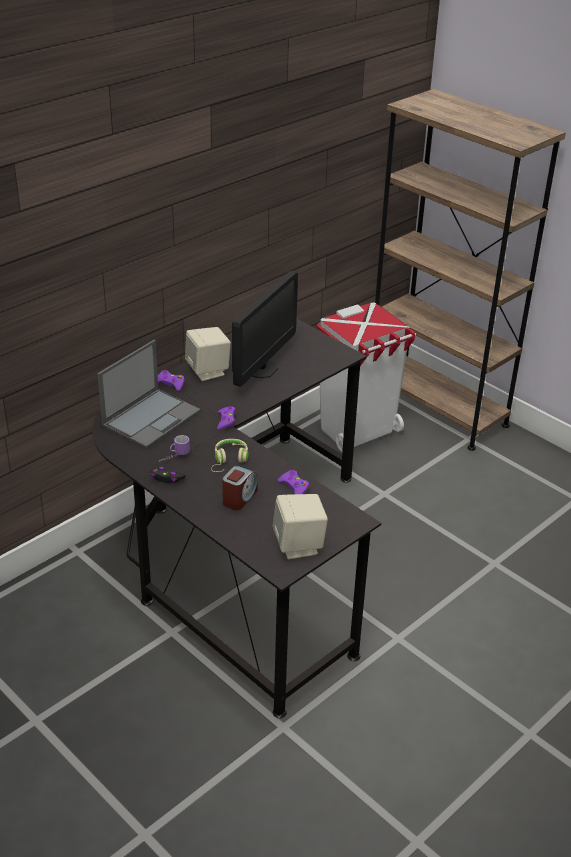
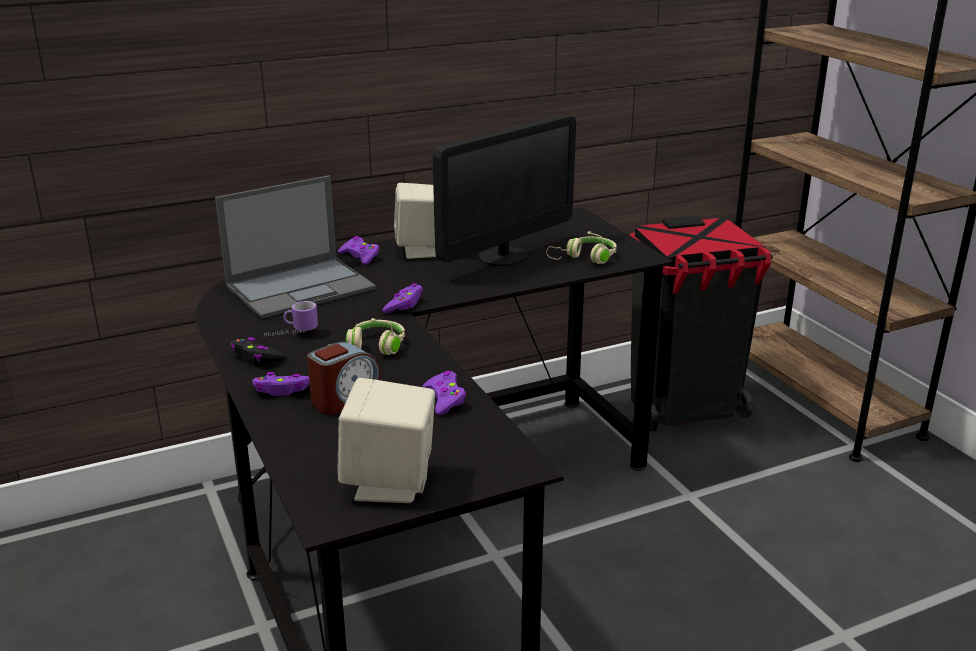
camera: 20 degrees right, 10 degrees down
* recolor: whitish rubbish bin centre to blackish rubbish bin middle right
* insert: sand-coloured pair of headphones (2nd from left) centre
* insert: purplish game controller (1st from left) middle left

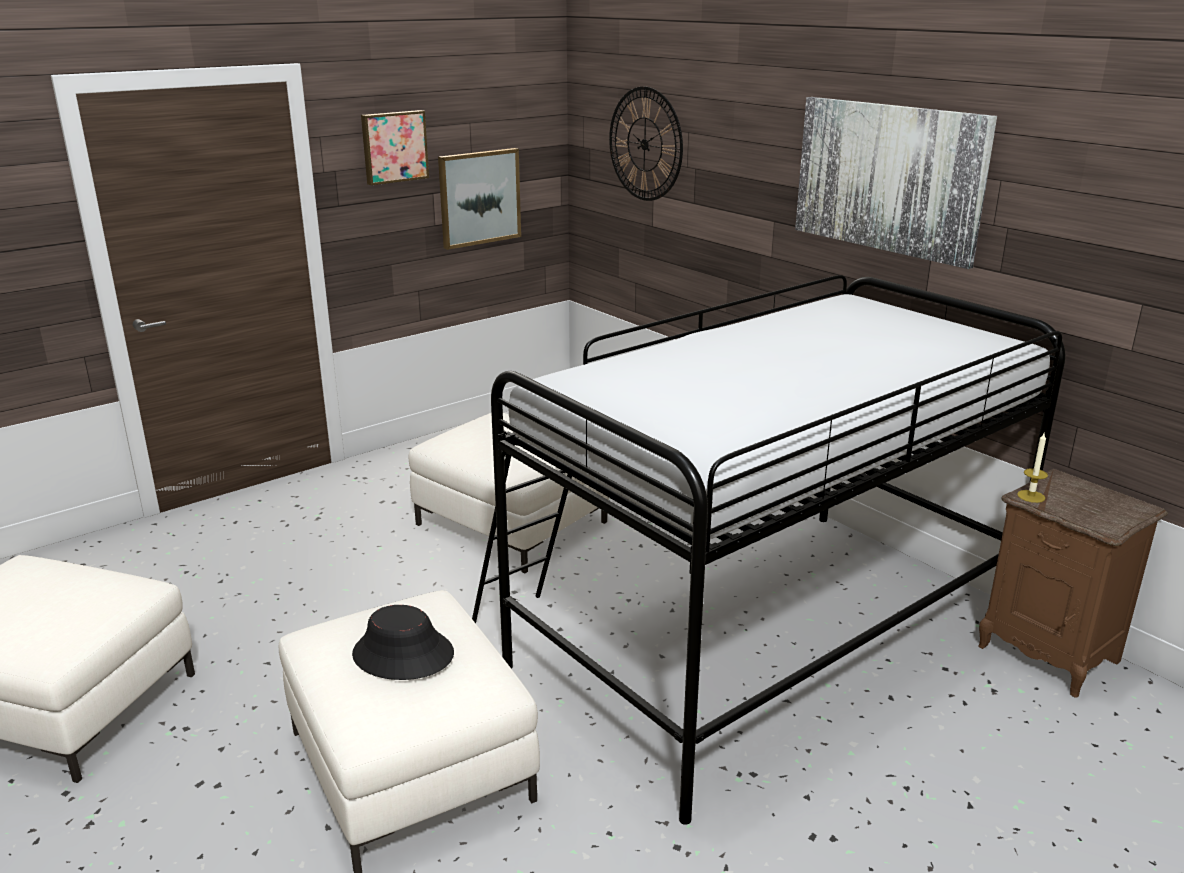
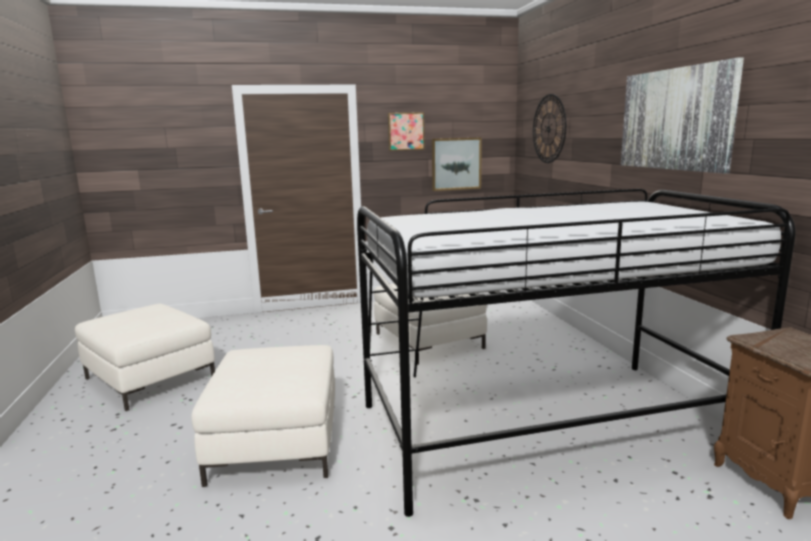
camera: 25 degrees right, 10 degrees down
* delete: candle middle right
* delete: blackish hat bottom centre

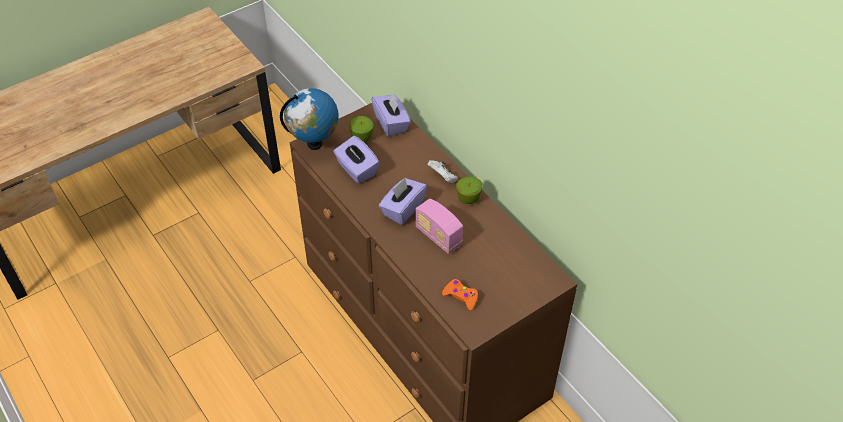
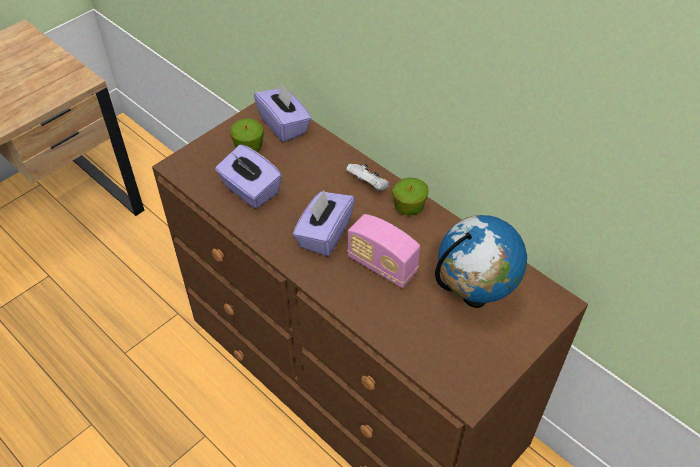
camera: 10 degrees left, 0 degrees up
* move: world globe top centre to middle right
* delete: orange-coloured game controller bottom centre

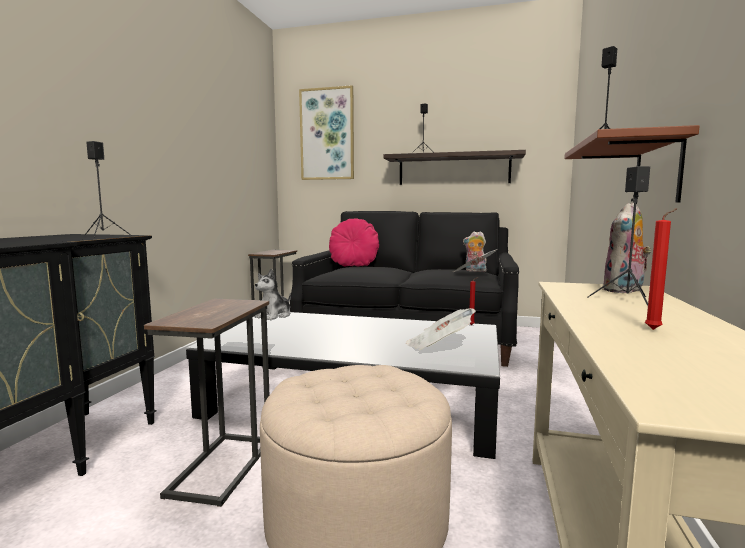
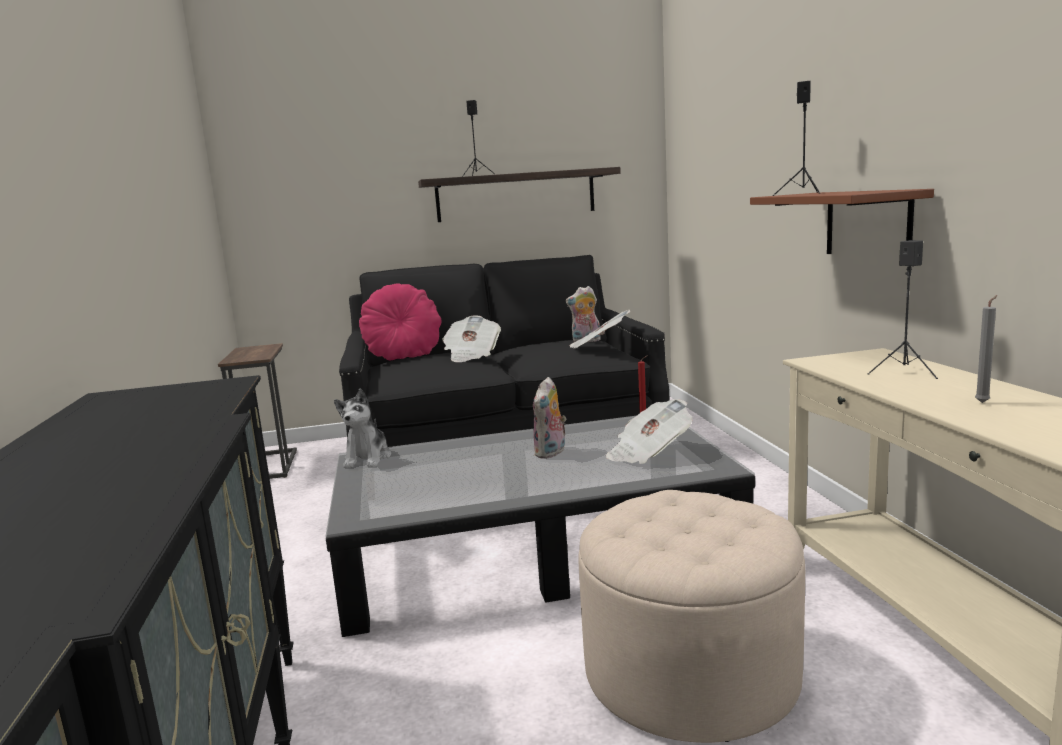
camera: 25 degrees left, 5 degrees up
* delete: wall picture top centre
* delete: blackish loudspeaker (1st from left) middle left
* move: cuddly toy (3rd from left in the first image) middle right to cuddly toy (2nd from left) centre
* recolor: red-coloured candle (2nd from left) middle right to grey candle middle right
* delete: brownish accent table (1st from left) bottom left
* insert: newspaper (1st from left) centre

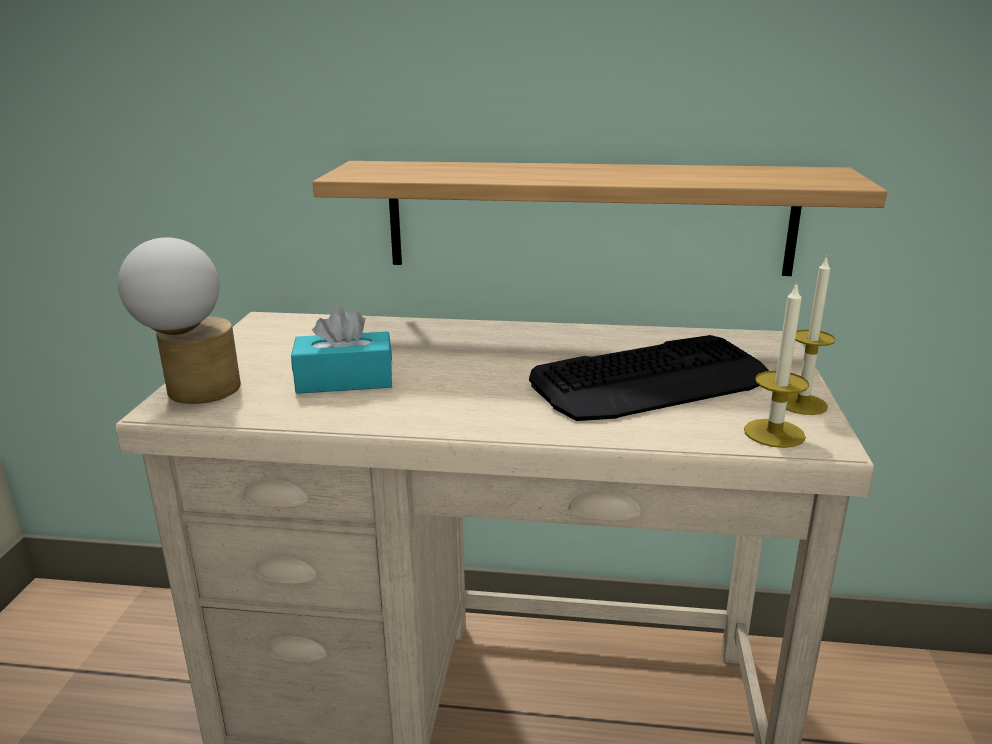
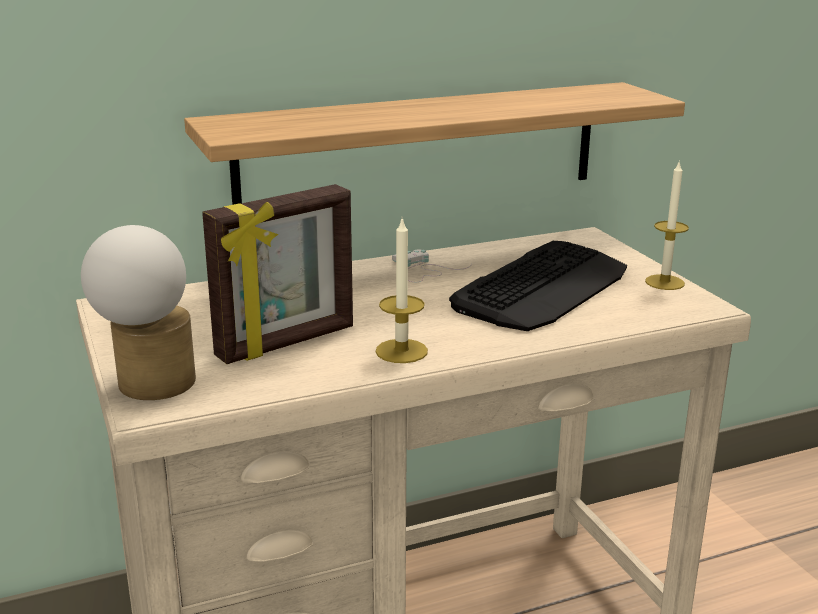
camera: 30 degrees left, 0 degrees up
* move: candle (1st from left) middle right to centre
* replace: turquoise tissue box centre to photo frame centre
* insert: whitish game controller centre

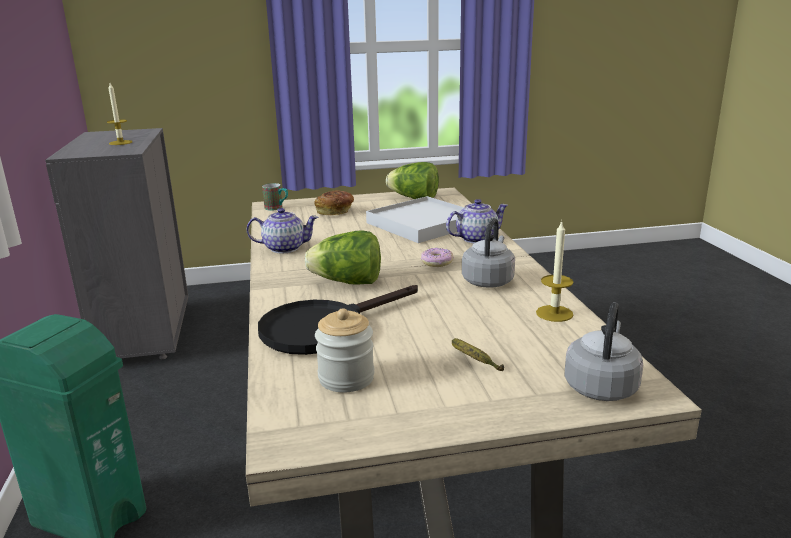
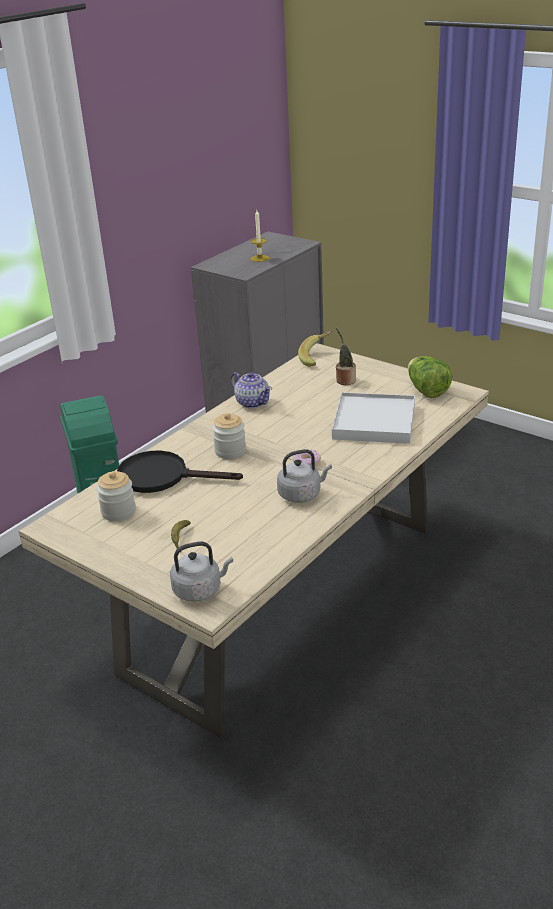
camera: 50 degrees right, 10 degrees up
* replace: mug centre to whole banana (2nd from left) centre
* replace: baked bread centre to houseplant centre
* delete: tea pot (2nd from left) centre
* delete: candle (2nd from left) middle right
* replace: lettuce head (1st from left) centre to preserve jar (2nd from left) centre

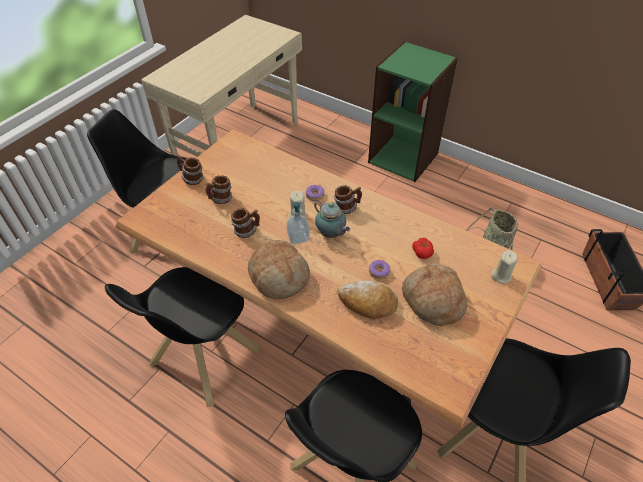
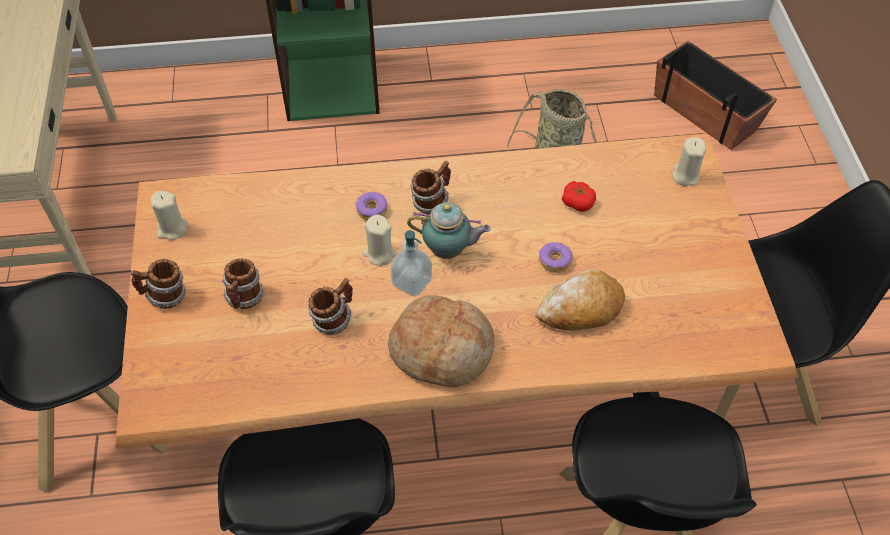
camera: 40 degrees left, 5 degrees up
* delete: baked bread (3rd from left) middle right
* insert: sand-coloured candle (1st from left) middle left

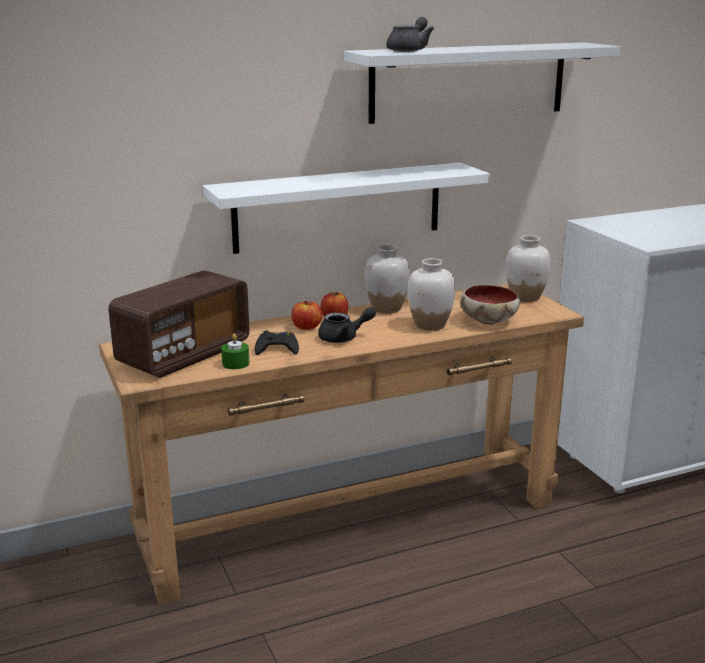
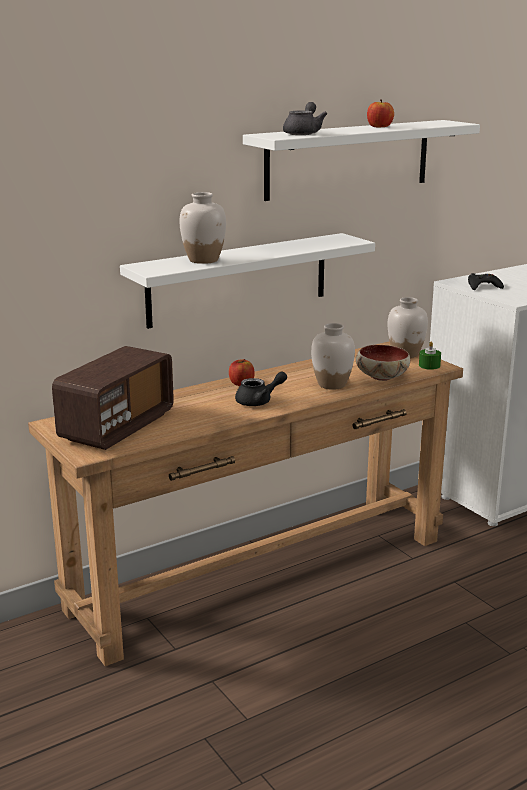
camera: 10 degrees left, 0 degrees up
* move: whitish flower vase (1st from left) centre to top centre
* move: apple (1st from left in the first image) centre to apple (2nd from left) top right
* move: blackish game controller centre to middle right
* move: green-coloured candle centre to middle right

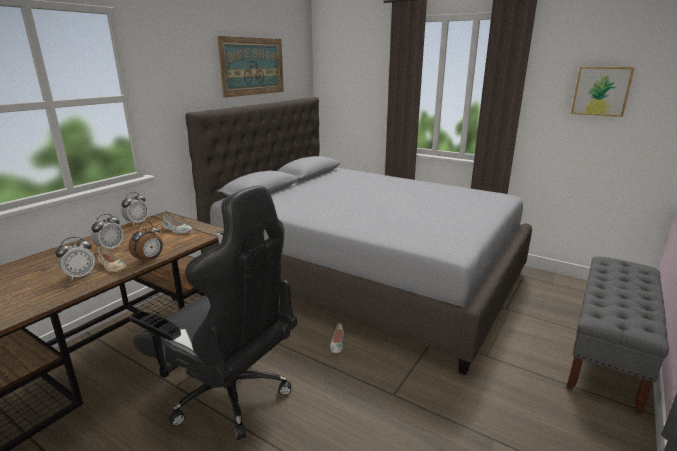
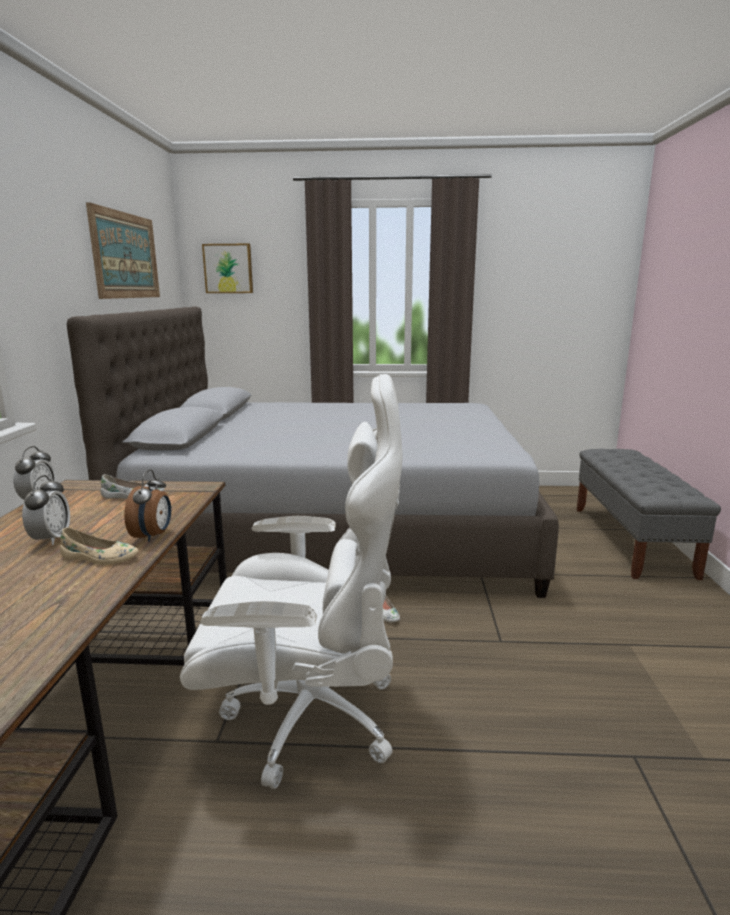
camera: 30 degrees left, 5 degrees down
* move: wall picture (2nd from left) top right to top left
* recolor: blackish desk chair bottom left to whitish desk chair centre
* delete: alarm clock (1st from left) middle left

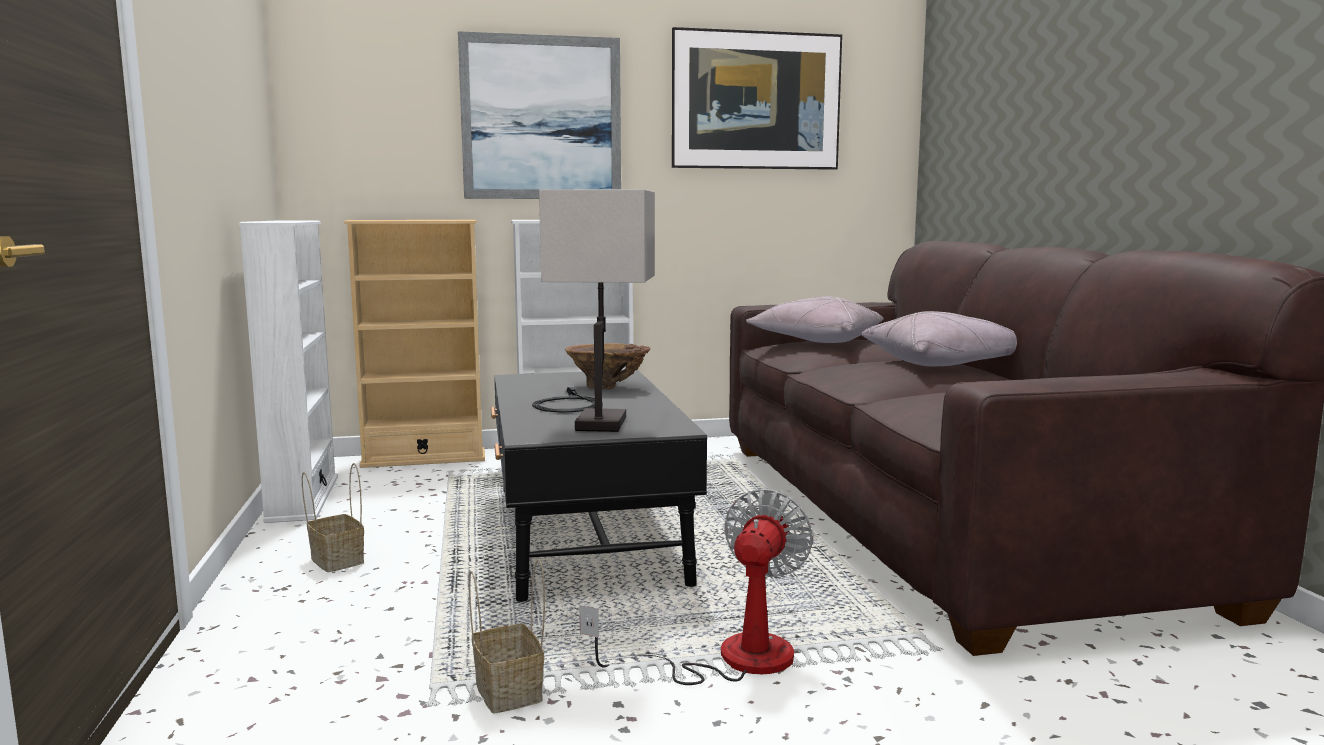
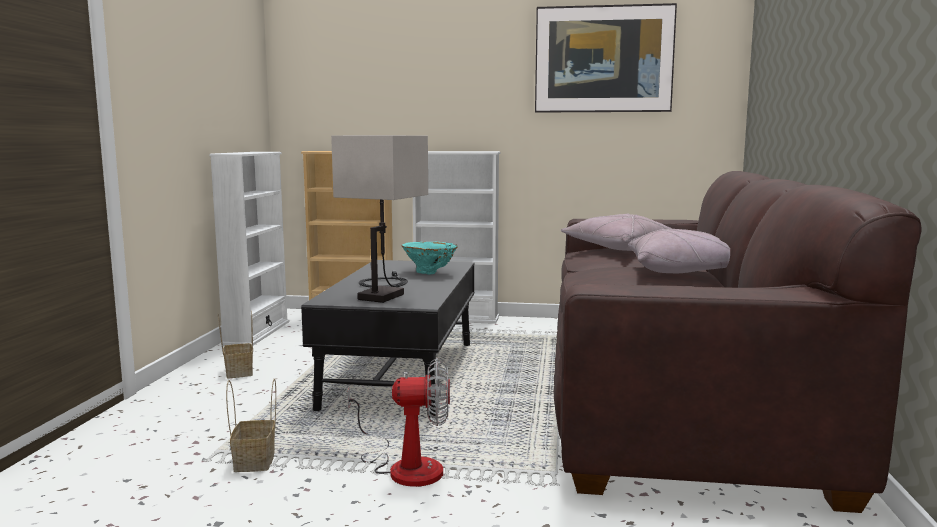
camera: 20 degrees right, 0 degrees up
* delete: wall picture (1st from left) top centre
* recolor: brownish flower vase centre to turquoise flower vase centre
* rotate: fan bottom centre = bottom centre 45 degrees clockwise

